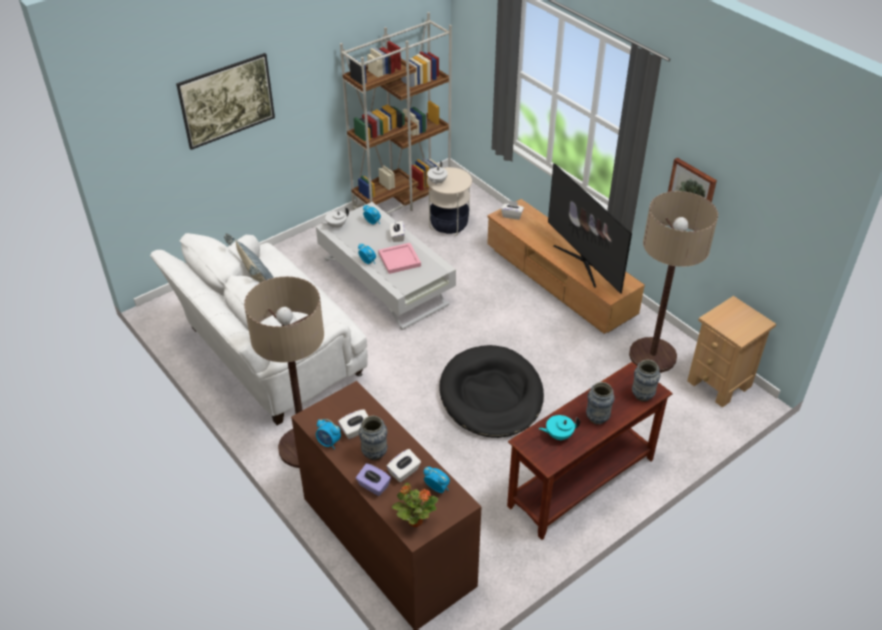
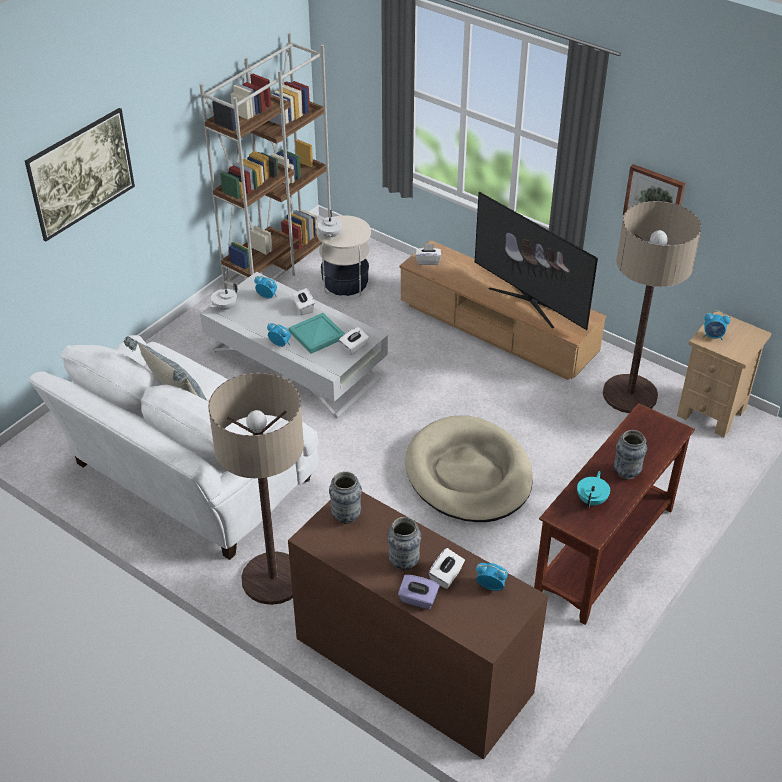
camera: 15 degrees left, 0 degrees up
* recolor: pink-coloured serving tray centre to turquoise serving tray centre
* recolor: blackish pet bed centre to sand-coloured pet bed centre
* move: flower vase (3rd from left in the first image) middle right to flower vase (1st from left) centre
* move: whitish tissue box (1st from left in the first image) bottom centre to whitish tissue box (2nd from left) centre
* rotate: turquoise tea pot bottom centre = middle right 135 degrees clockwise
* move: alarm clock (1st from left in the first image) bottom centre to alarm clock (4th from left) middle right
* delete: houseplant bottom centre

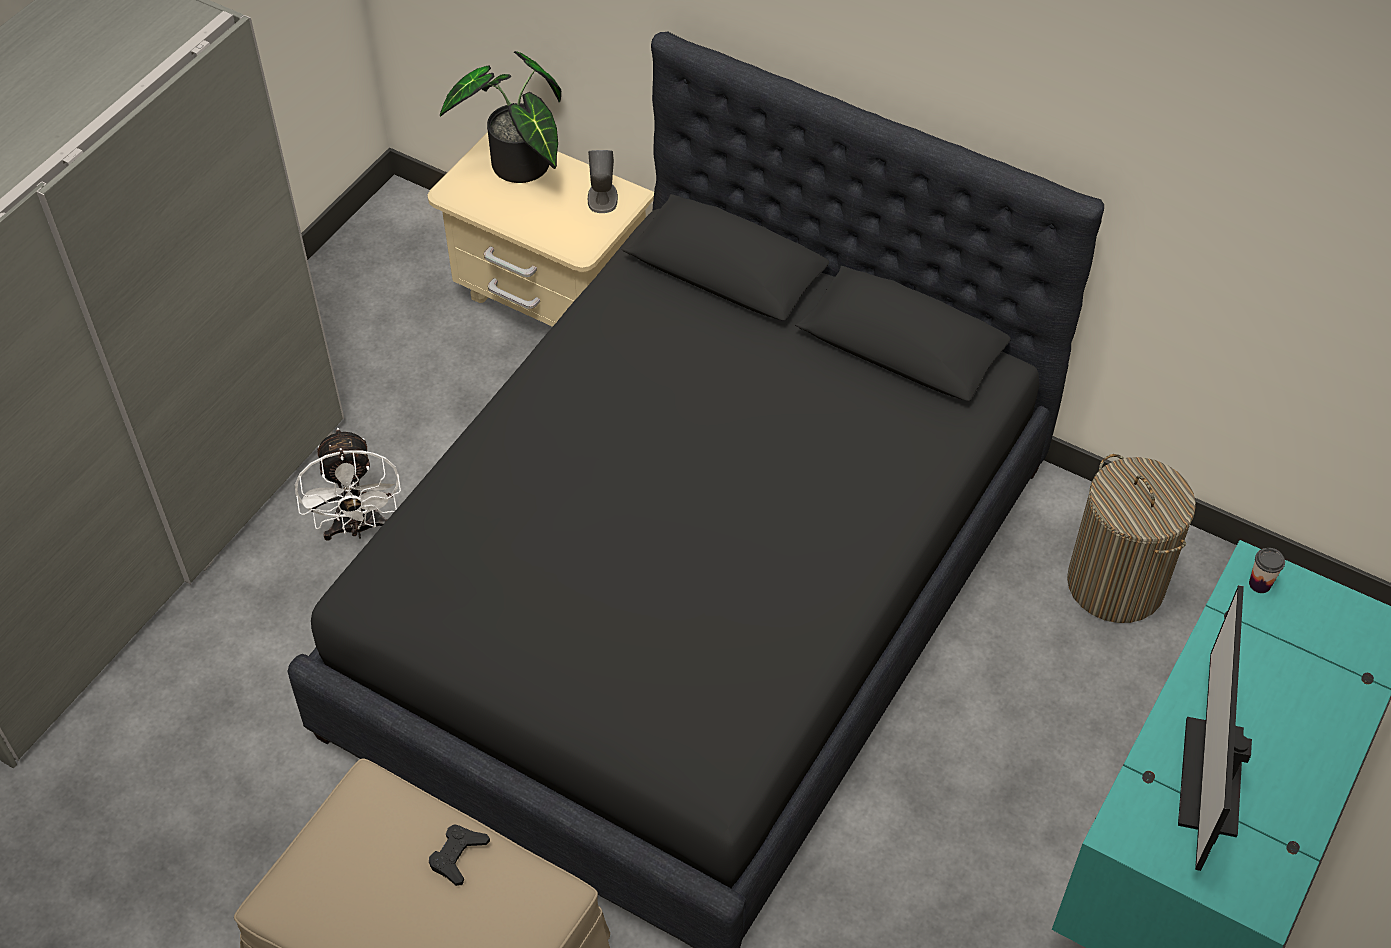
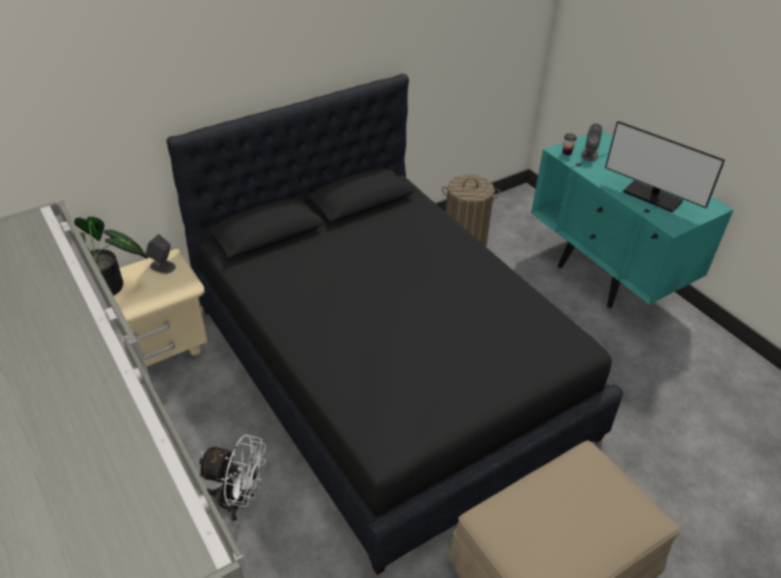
camera: 65 degrees left, 10 degrees down
* delete: blackish game controller bottom left
* insert: grey loudspeaker (2nd from left) top right

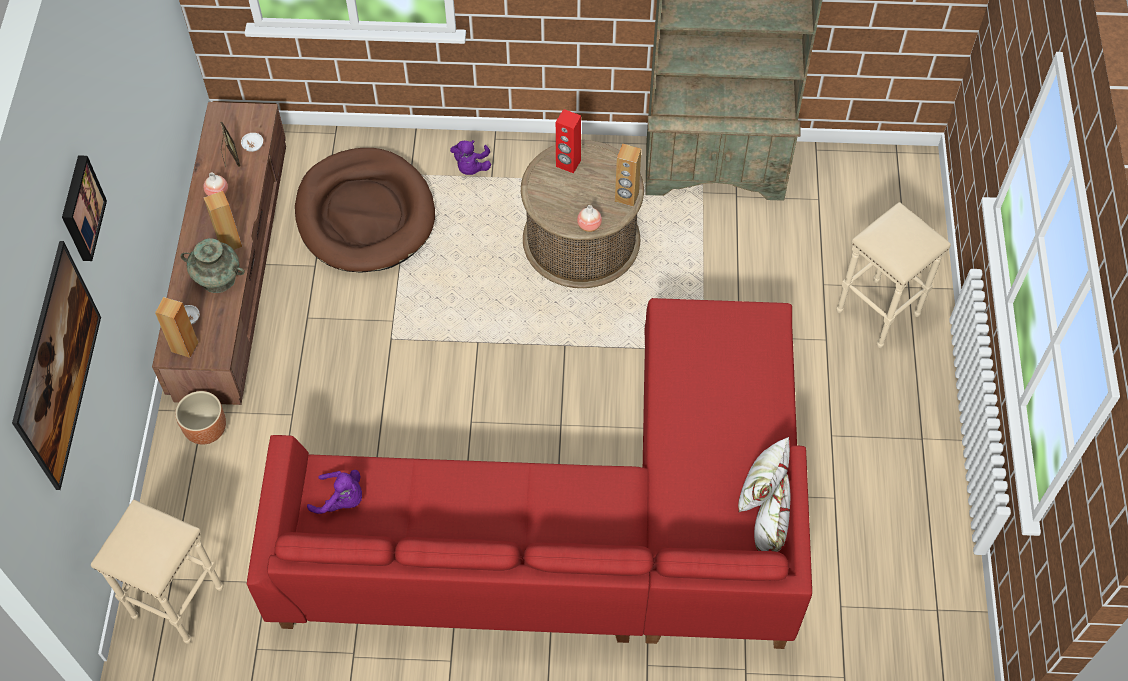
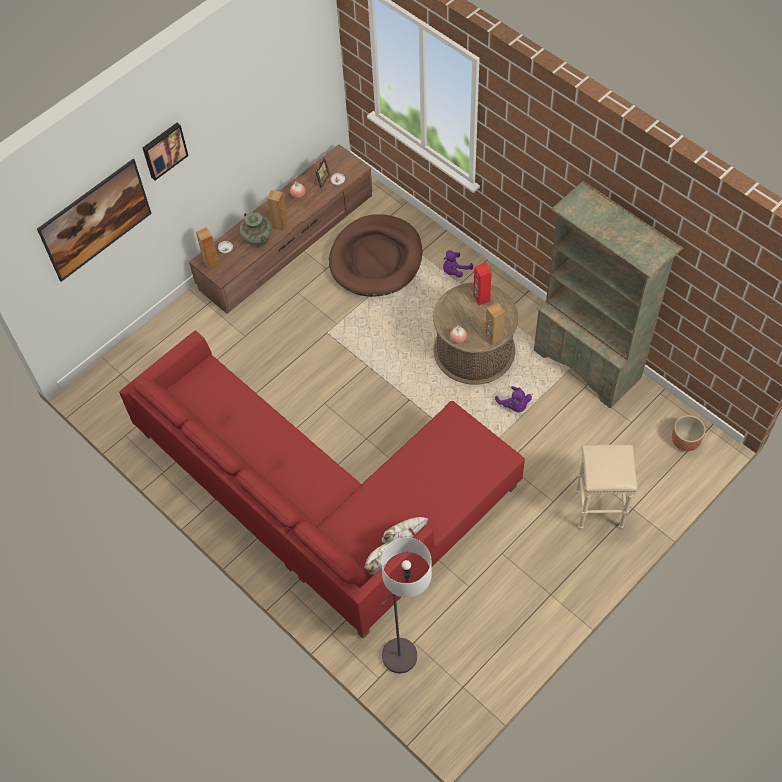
camera: 45 degrees right, 0 degrees up
* move: brownish flower pot middle left to middle right
* move: purplish cuddly toy (1st from left in the first image) bottom left to purplish cuddly toy (2nd from left) centre
* delete: sand-coloured stool (1st from left) bottom left
* insert: whitish standing lamp bottom centre

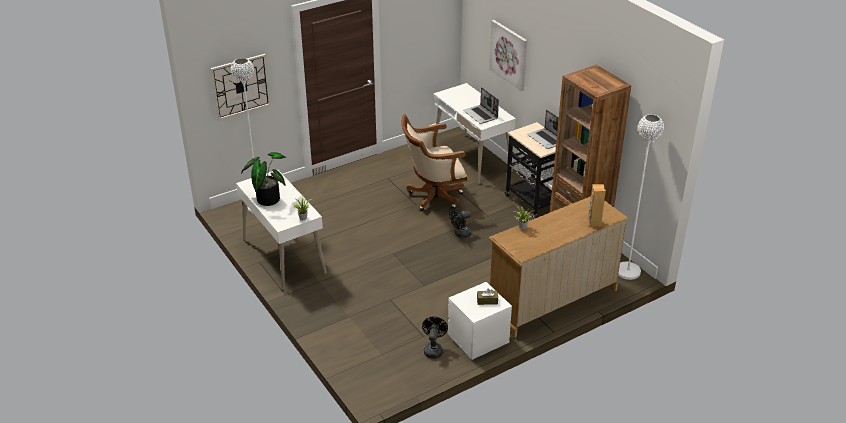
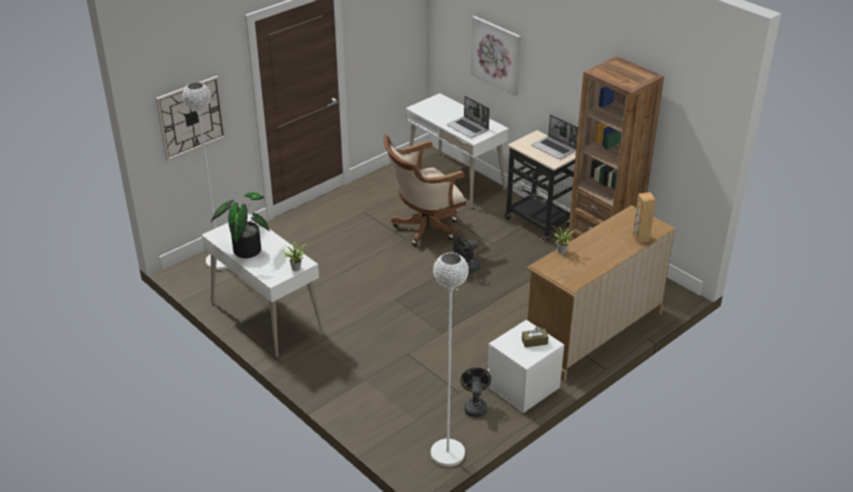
camera: 10 degrees left, 0 degrees up
* move: whitish standing lamp (2nd from left) middle right to bottom centre

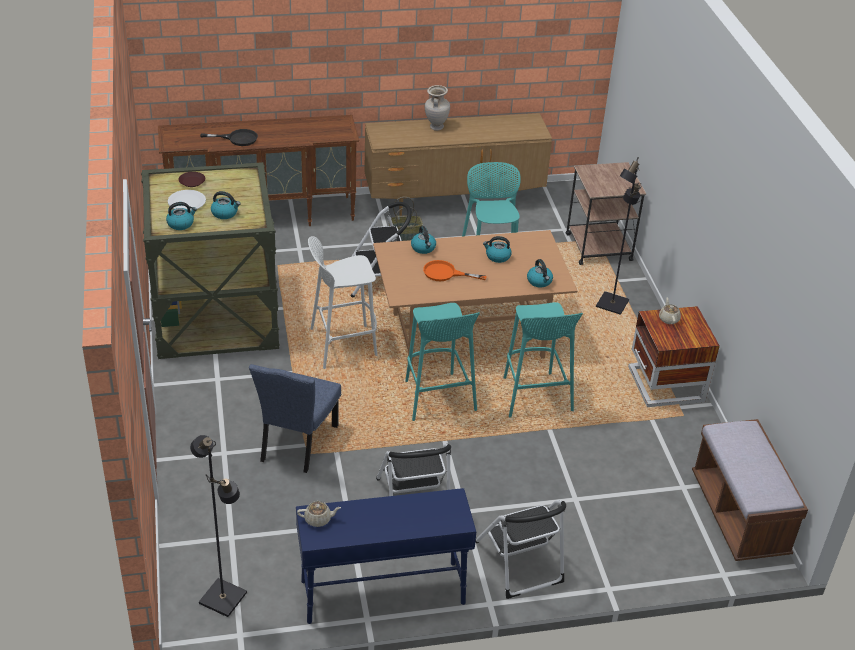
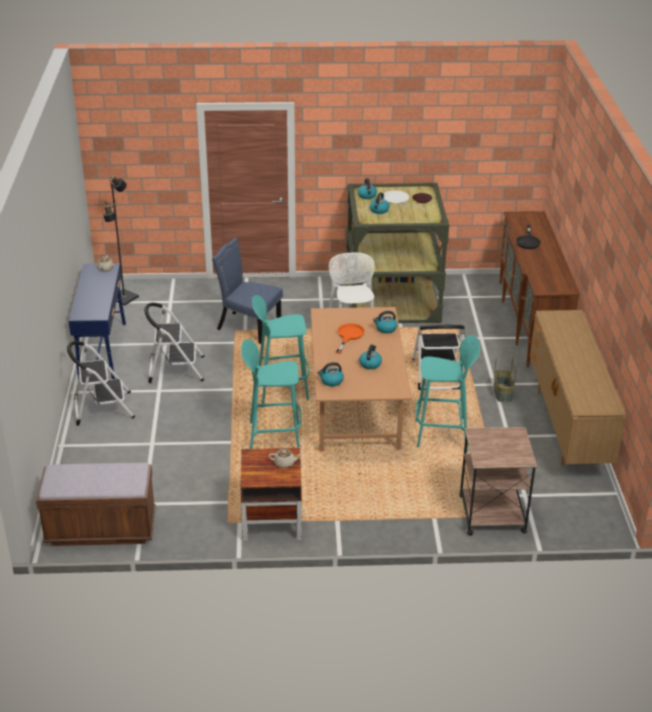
camera: 100 degrees right, 5 degrees down
* delete: sand-coloured flower vase top centre
* delete: blackish standing lamp (2nd from left) middle right

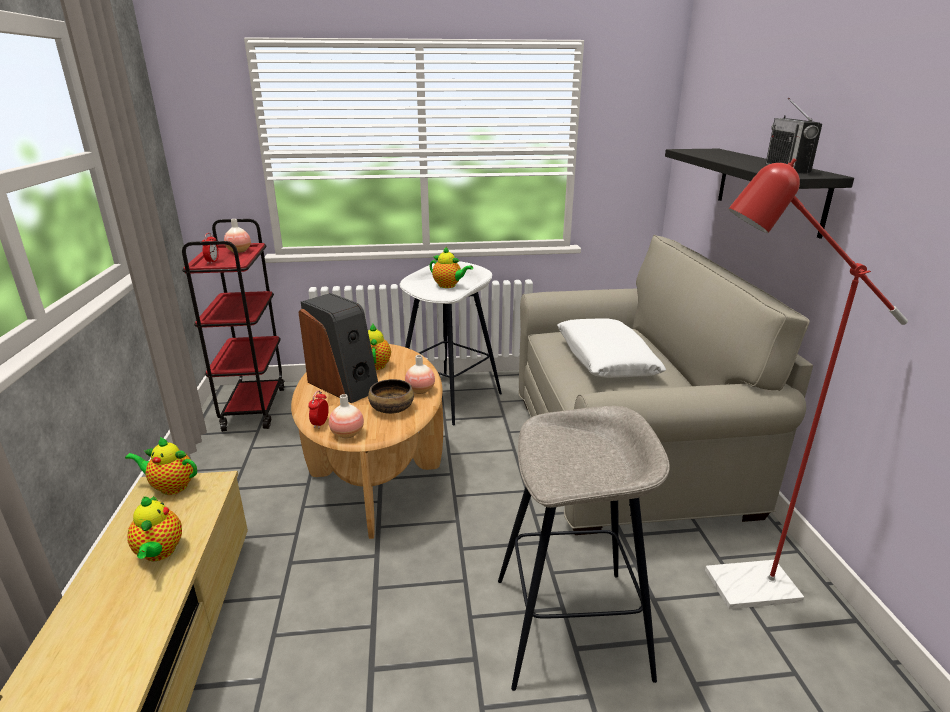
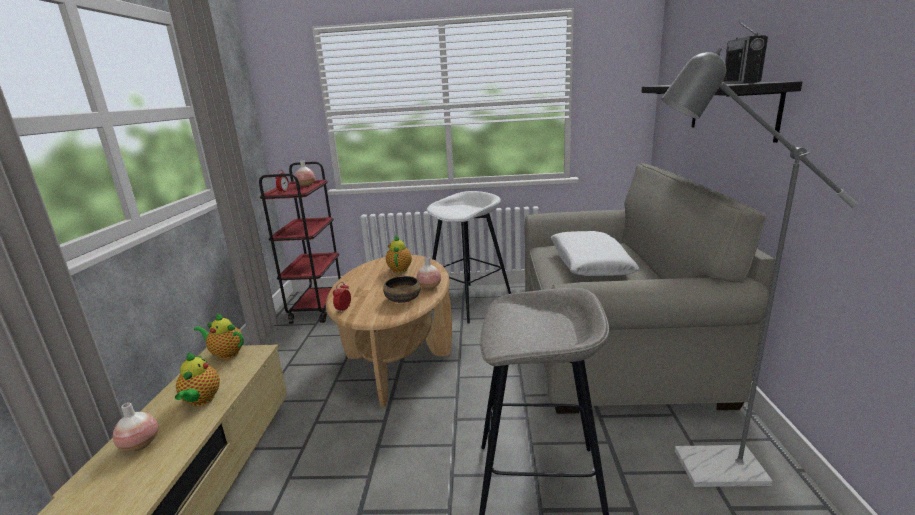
camera: 10 degrees right, 5 degrees down
* recolor: red-coloured standing lamp middle right to grey standing lamp middle right
* delete: tea pot (4th from left) centre
* delete: loudspeaker centre
* move: flower vase (2nd from left in the first image) centre to flower vase (1st from left) bottom left

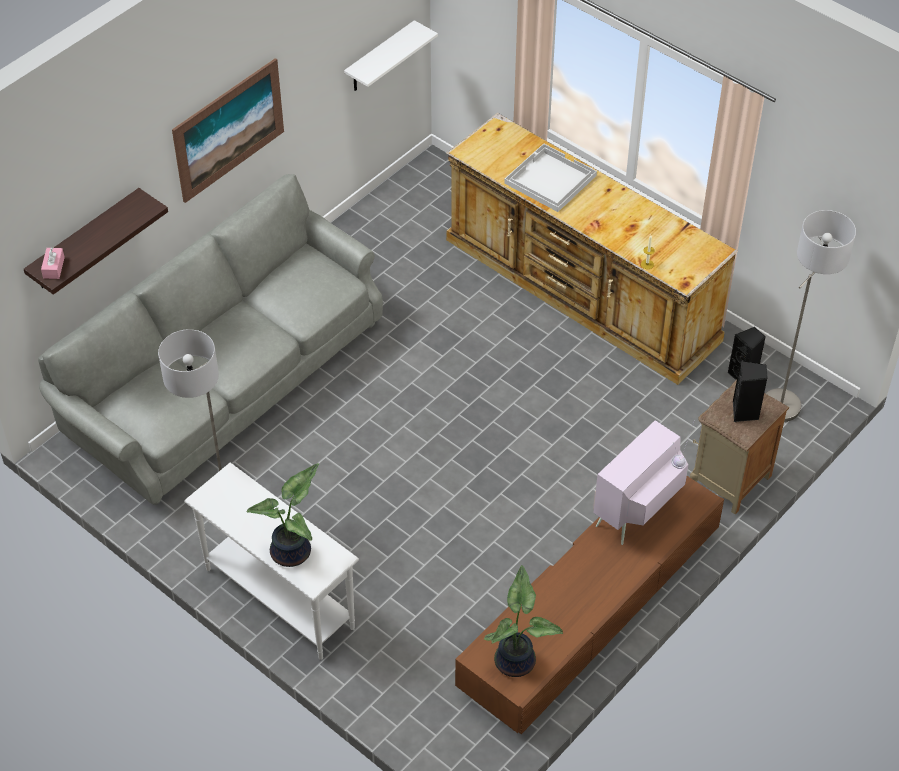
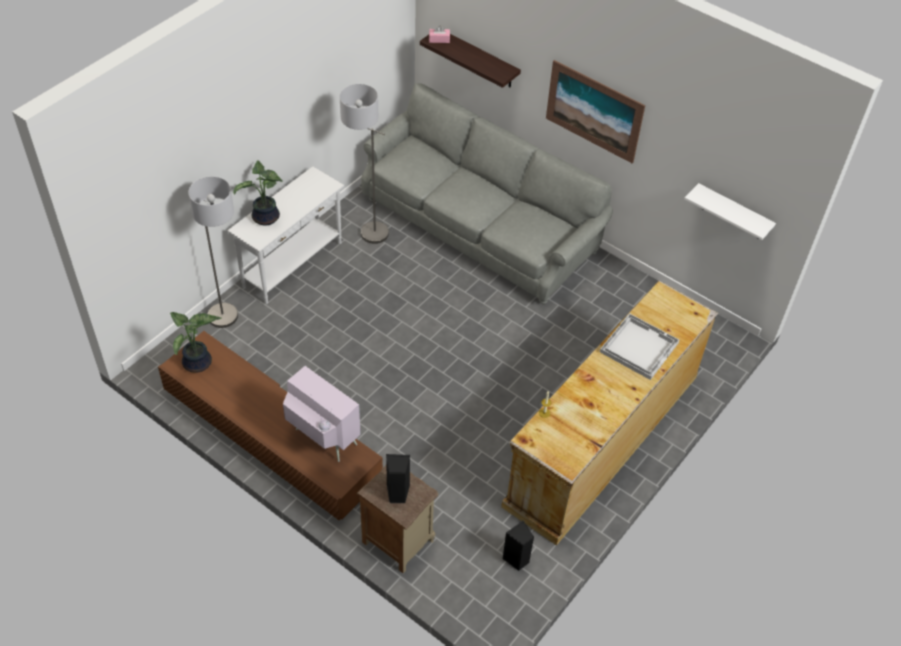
camera: 85 degrees right, 0 degrees up
* move: grey standing lamp (2nd from left in the first image) middle right to grey standing lamp (1st from left) middle left

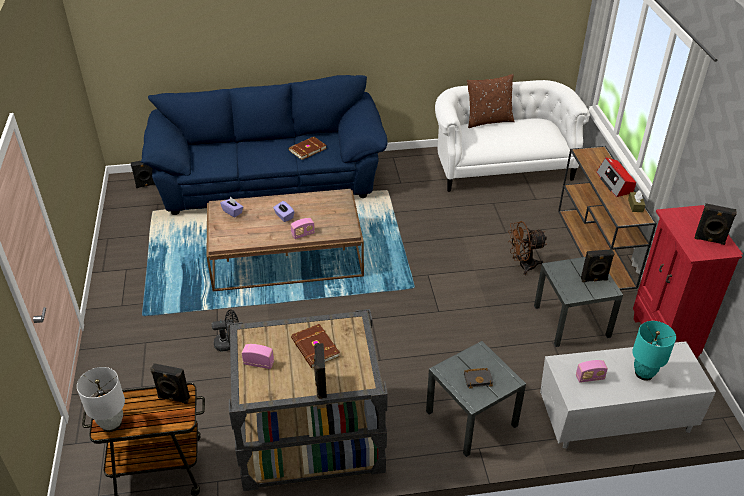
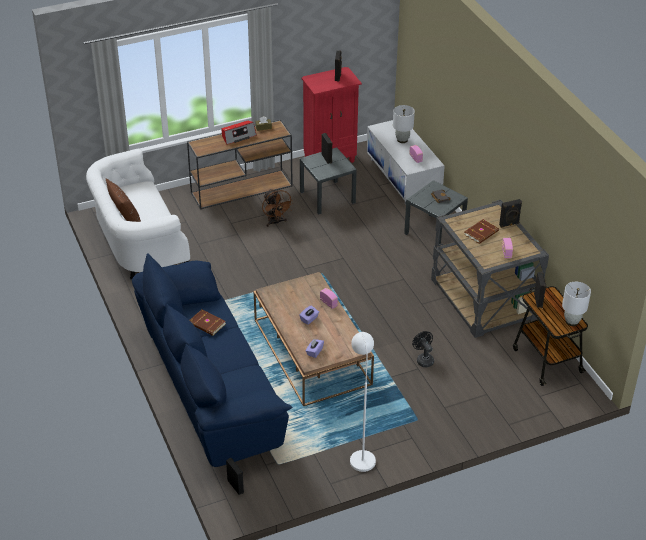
camera: 105 degrees left, 0 degrees up
* recolor: turquoise lamp for a table bottom right to whitish lamp for a table (1st from left) top centre
* insert: whitish standing lamp bottom centre

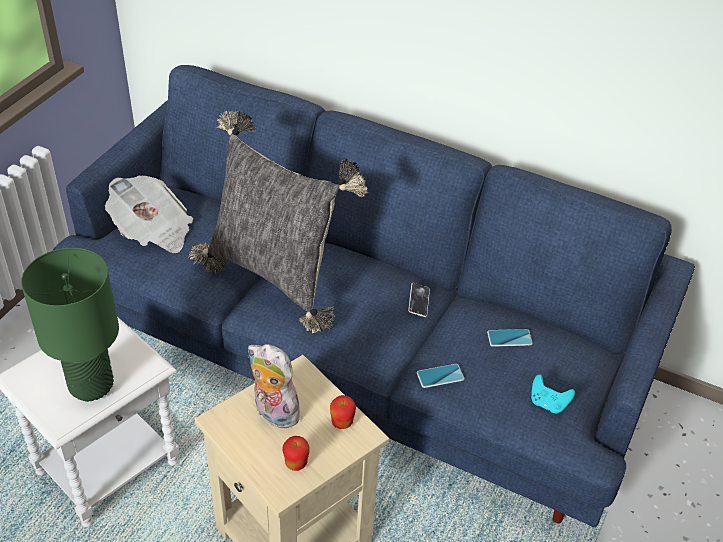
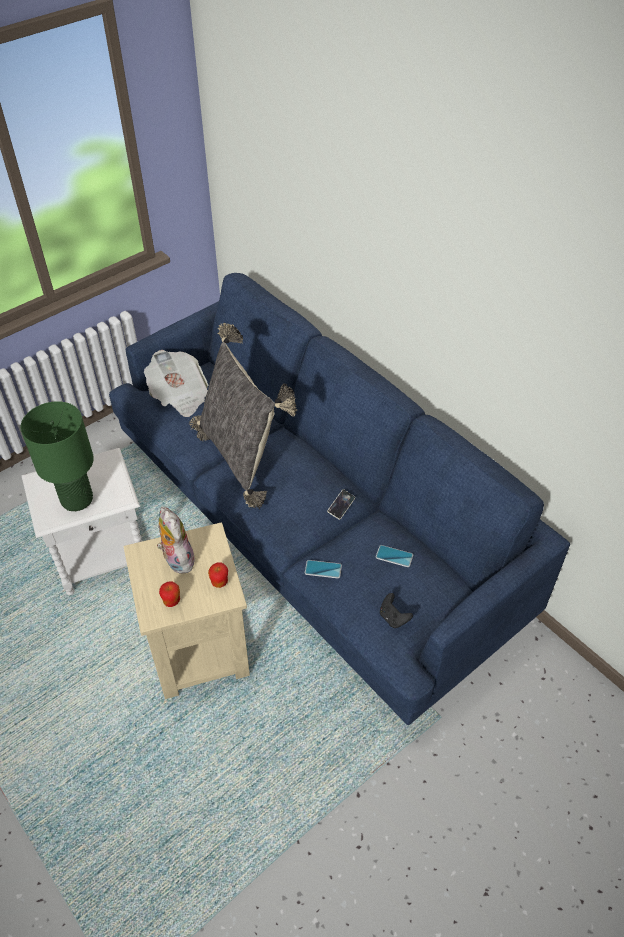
camera: 25 degrees right, 5 degrees up
* recolor: turquoise game controller bottom right to blackish game controller centre

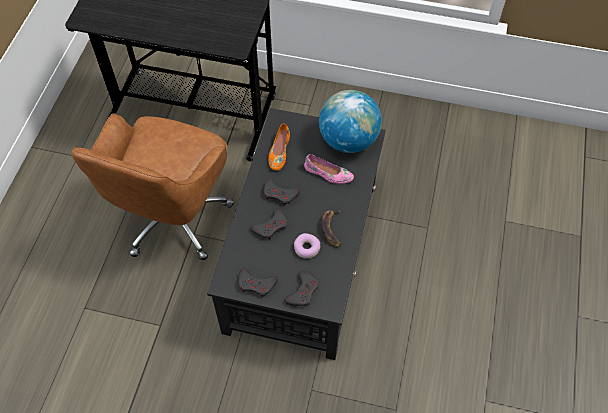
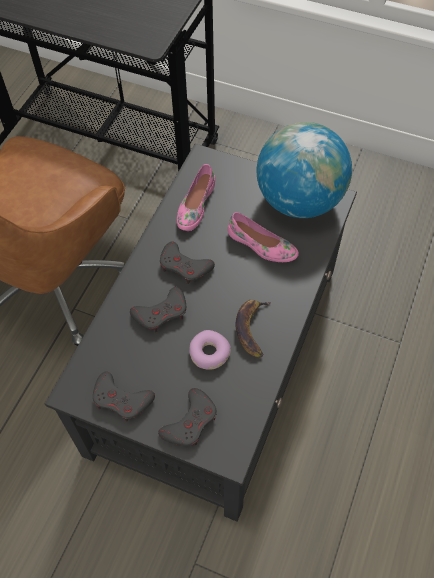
camera: 10 degrees right, 0 degrees up
* recolor: orange-coloured item of footwear centre to pink-coloured item of footwear (1st from left) centre

